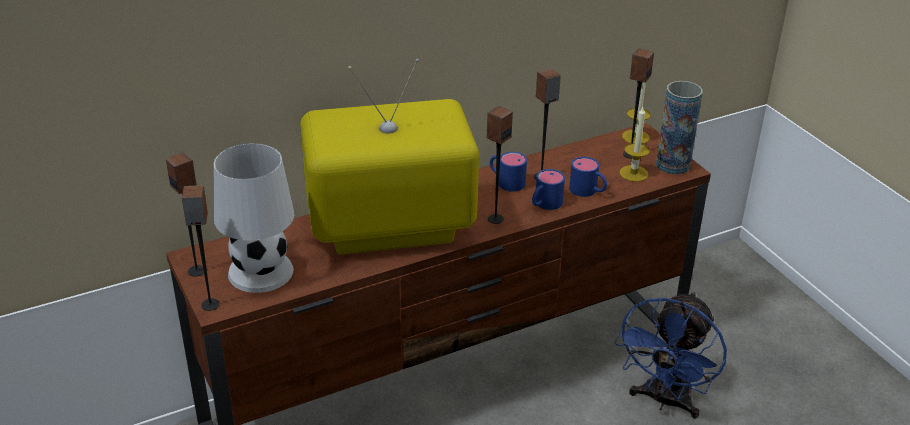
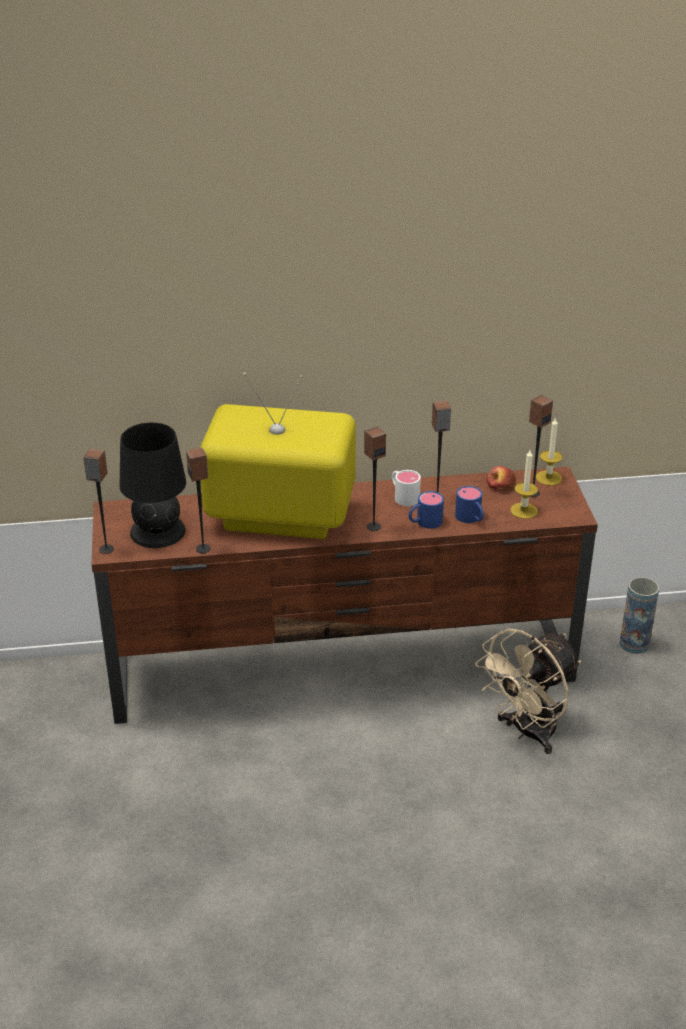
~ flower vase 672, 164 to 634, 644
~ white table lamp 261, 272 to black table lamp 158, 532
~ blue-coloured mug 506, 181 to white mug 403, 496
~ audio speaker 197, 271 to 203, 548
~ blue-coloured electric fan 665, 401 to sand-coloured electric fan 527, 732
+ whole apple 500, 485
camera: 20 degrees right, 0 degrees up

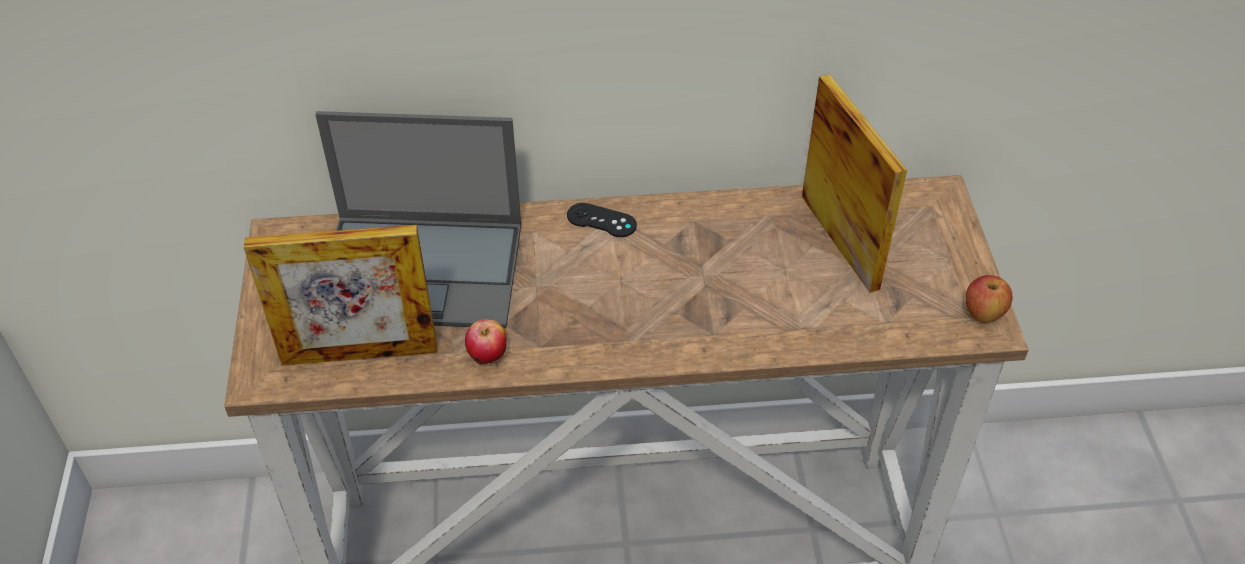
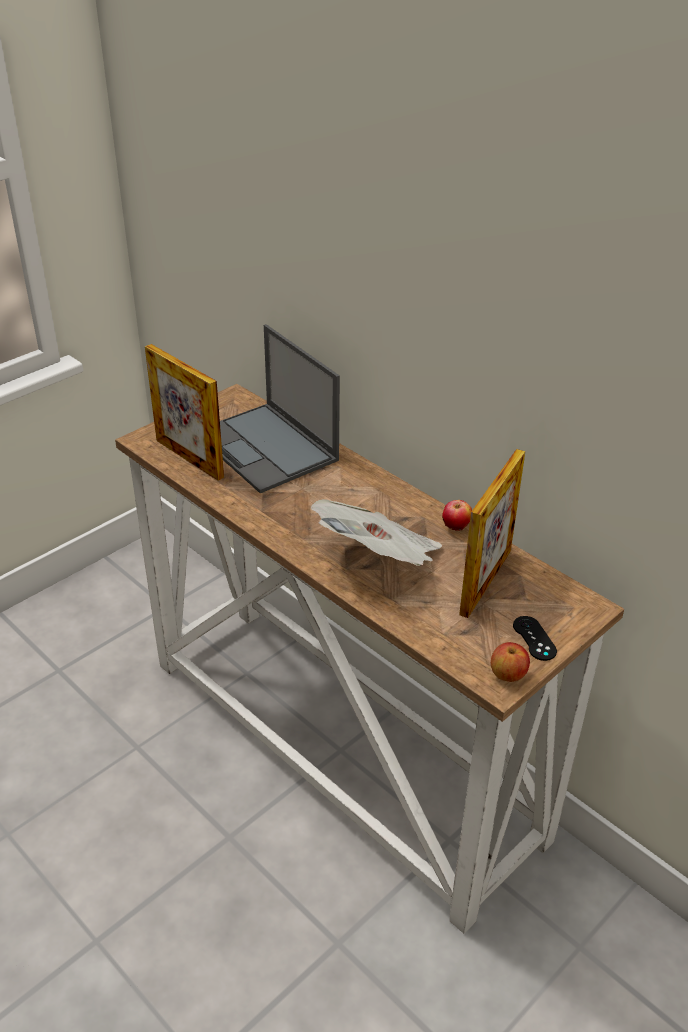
~ black joypad 601, 220 to 534, 638
~ whole apple 488, 357 to 456, 528
+ daily paper 379, 559
camera: 50 degrees right, 10 degrees down

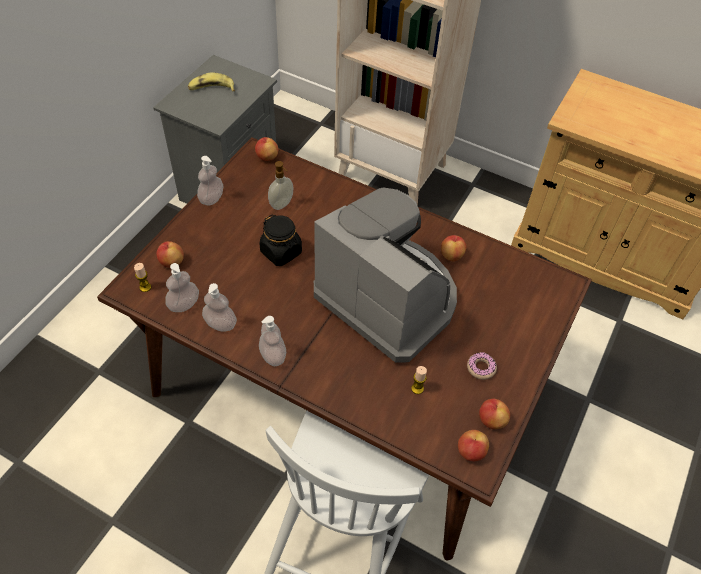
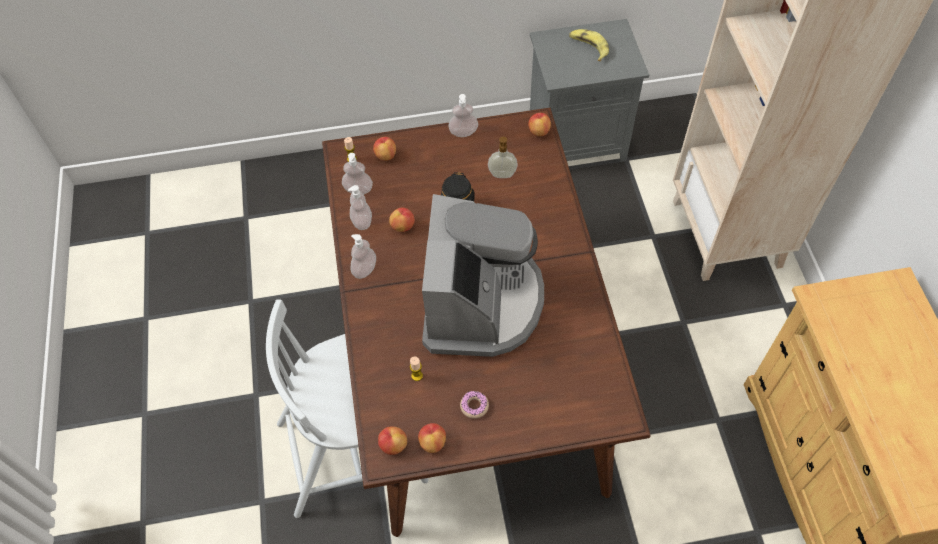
~ whole apple 451, 255 to 403, 226
camera: 55 degrees right, 5 degrees up

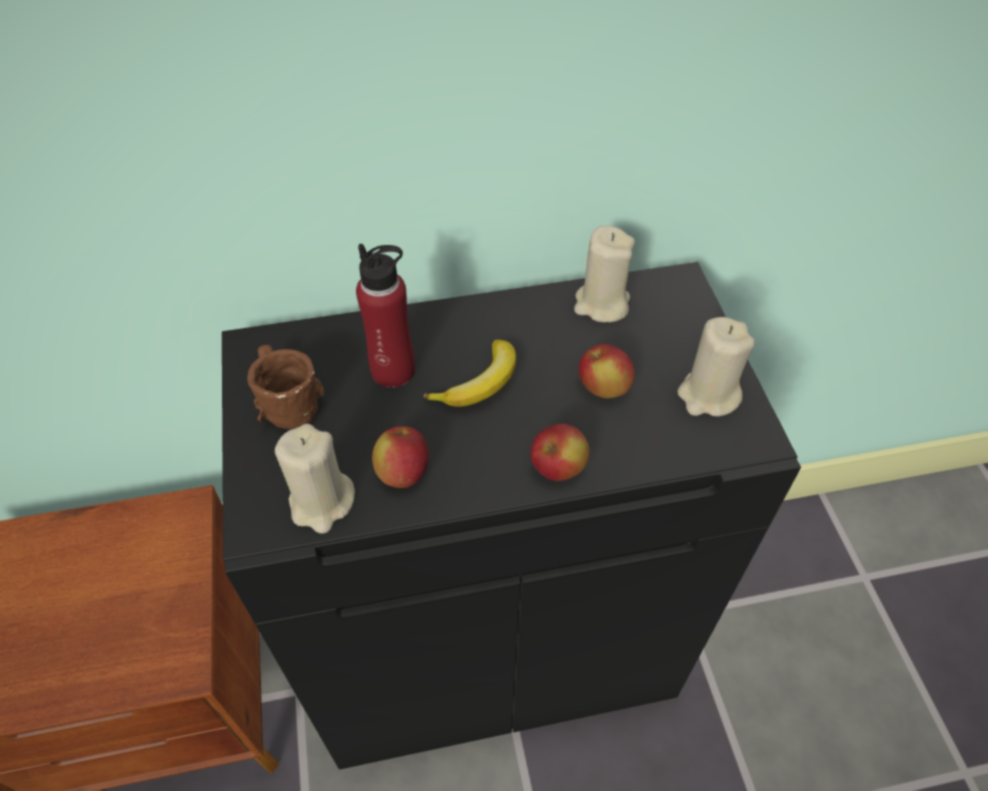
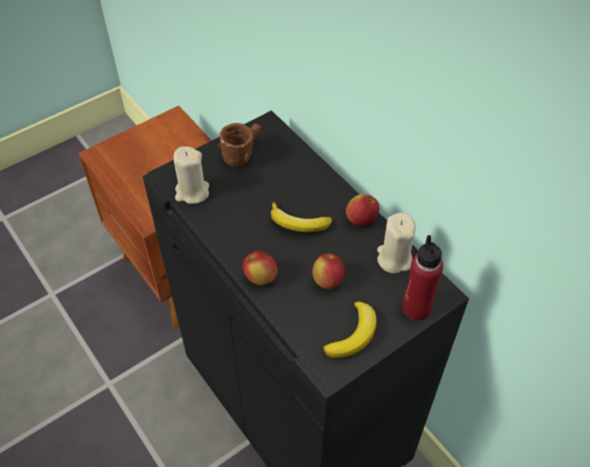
~ reddish drink bottle 393, 370 to 416, 308
~ sand-coloured wax candle 708, 395 to banana 353, 334
~ whole apple 403, 472 to 361, 219
camera: 65 degrees right, 0 degrees up

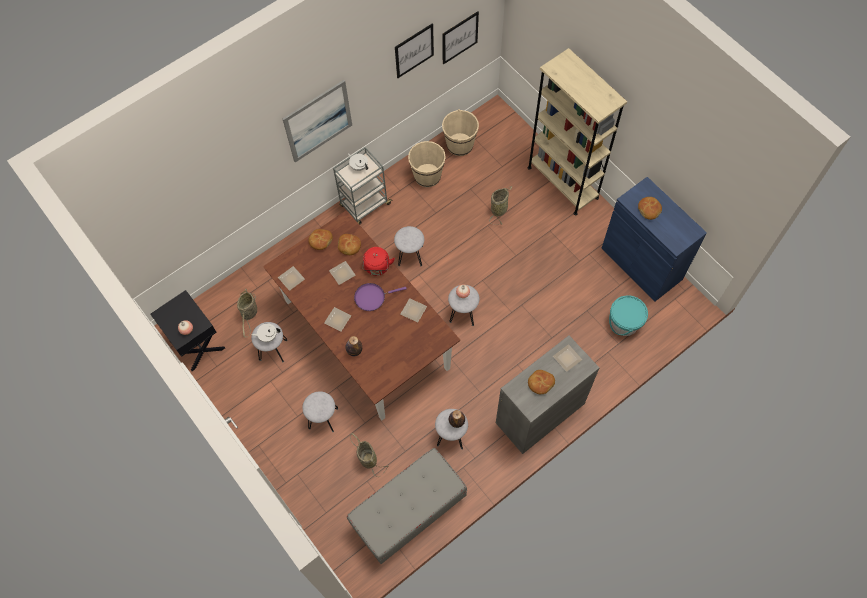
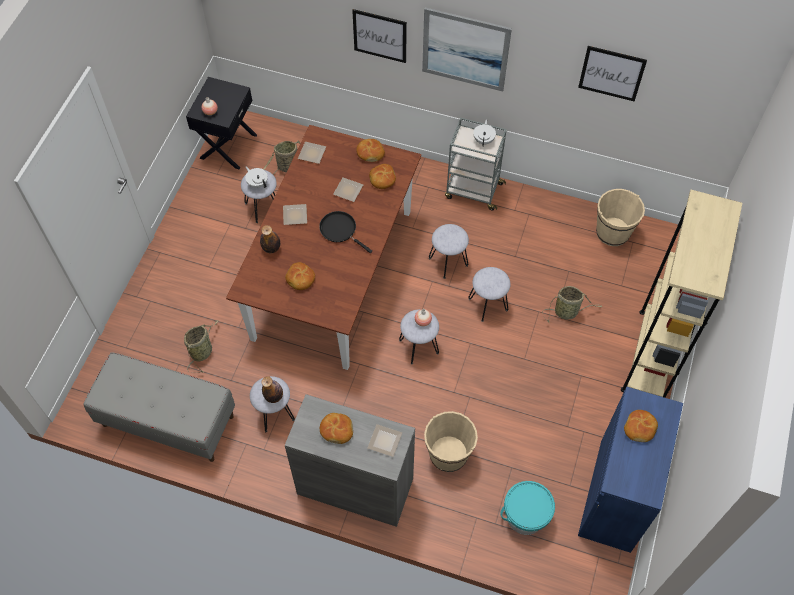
~ picture 459, 37 to 380, 35
~ sand-coloured pail 427, 176 to 448, 454
- reddish tea kettle 377, 267
~ purplish skillet 372, 297 to black skillet 340, 230
- plate 414, 311
~ greyish sitting stool 323, 418 to 487, 304
+ baked bread 300, 279
camera: 55 degrees right, 5 degrees down

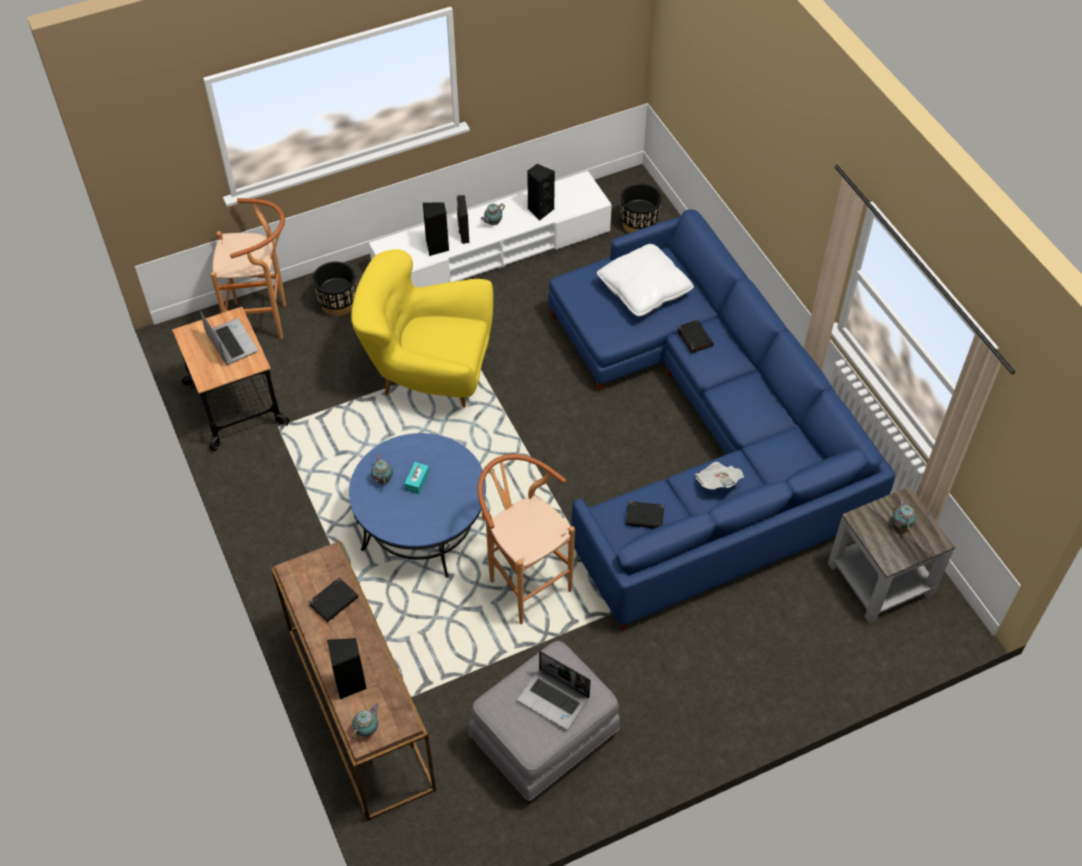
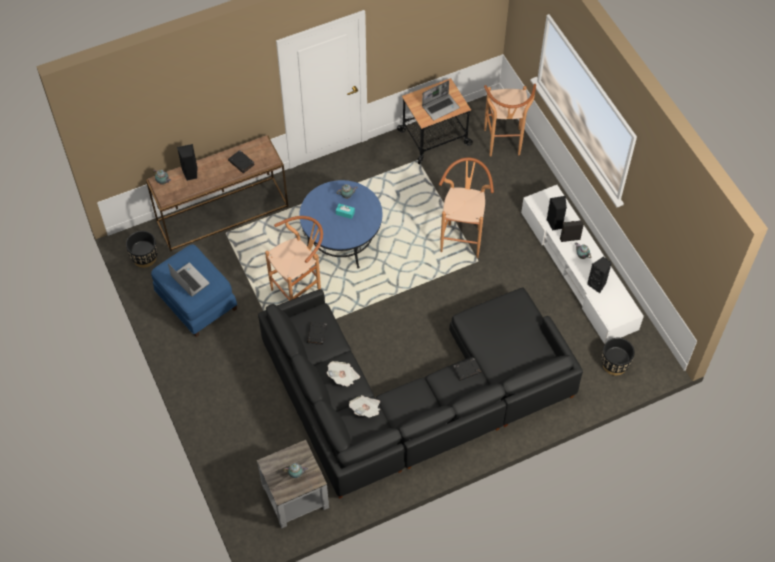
~ blue-coloured couch 701, 433 to black couch 415, 396
- white throw pillow 644, 290
~ yellowish easy chair 429, 375 to brown sitting stool 462, 237
~ black planter 338, 304 to 145, 258
~ greyish ottoman 545, 739 to blue-coloured ottoman 196, 302
~ notebook computer 554, 699 = 189, 280 105 degrees clockwise
+ daily paper 366, 410
camera: 90 degrees right, 5 degrees up

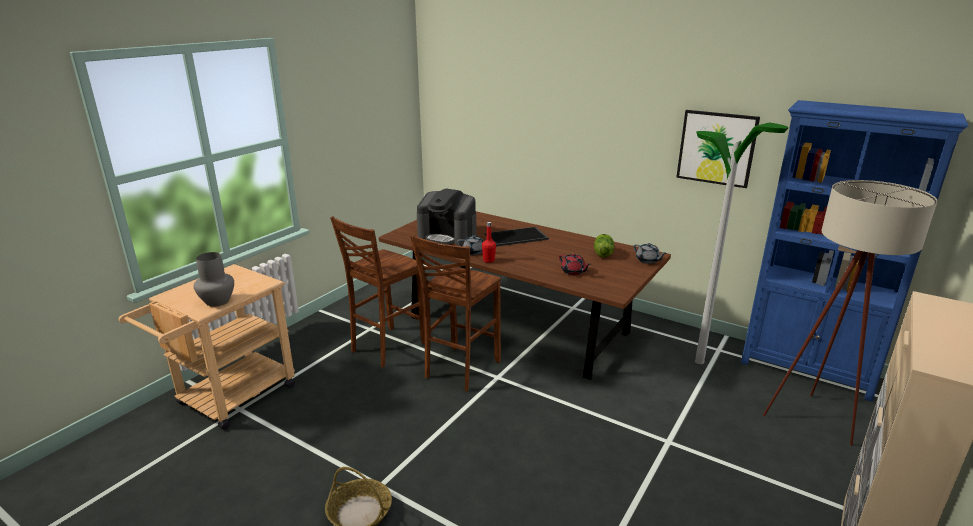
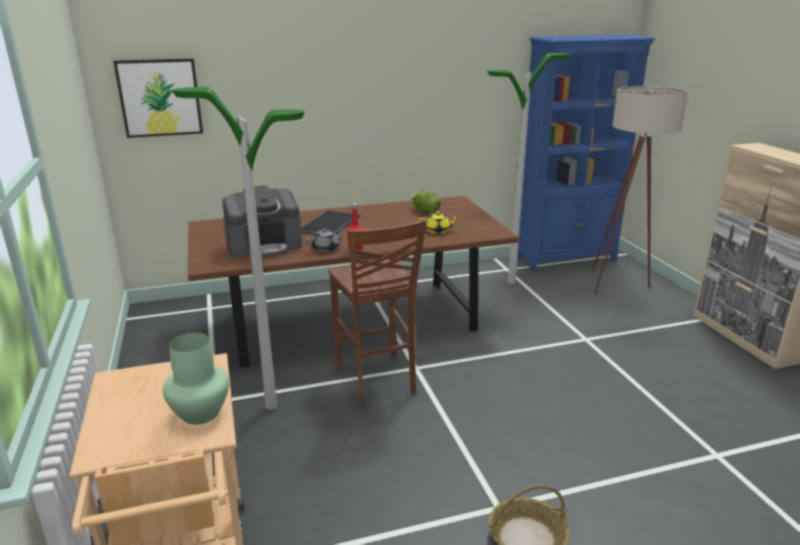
~ picture 716, 148 to 160, 97
~ brown sitting stool 386, 348 to standard lamp 271, 406
- greyish pot for tea 647, 261
~ greyish flower vase 217, 301 to greenish flower vase 201, 413
~ reddish pot for tea 573, 272 to yellowish pot for tea 438, 231
camera: 50 degrees left, 0 degrees up

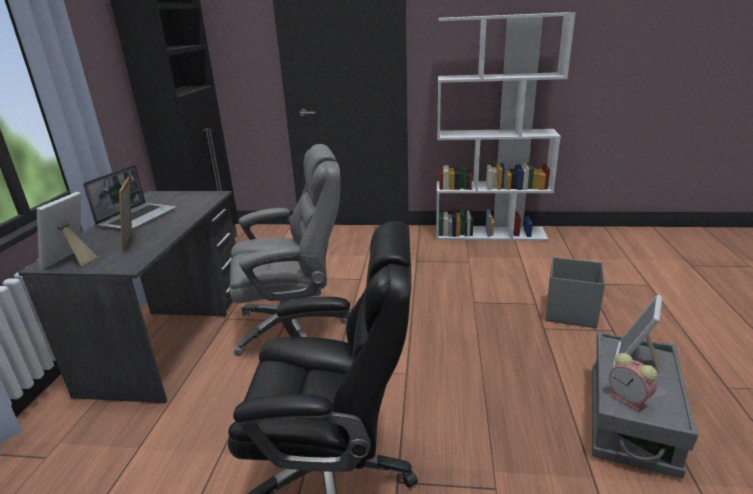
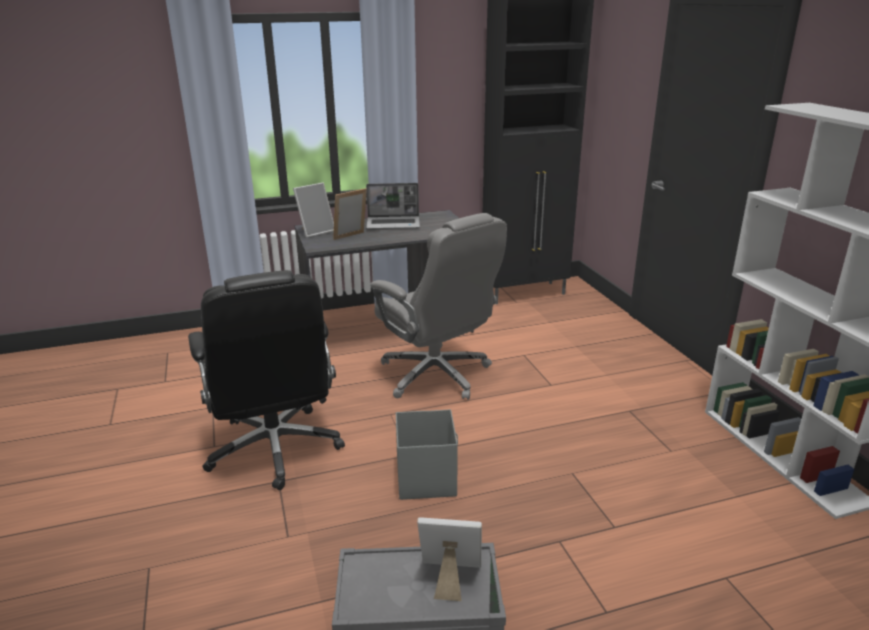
~ standing frame 72, 260 = 315, 231 150 degrees clockwise
~ greyish storage box 569, 312 to 426, 478
- alarm clock 629, 400
camera: 65 degrees right, 0 degrees up

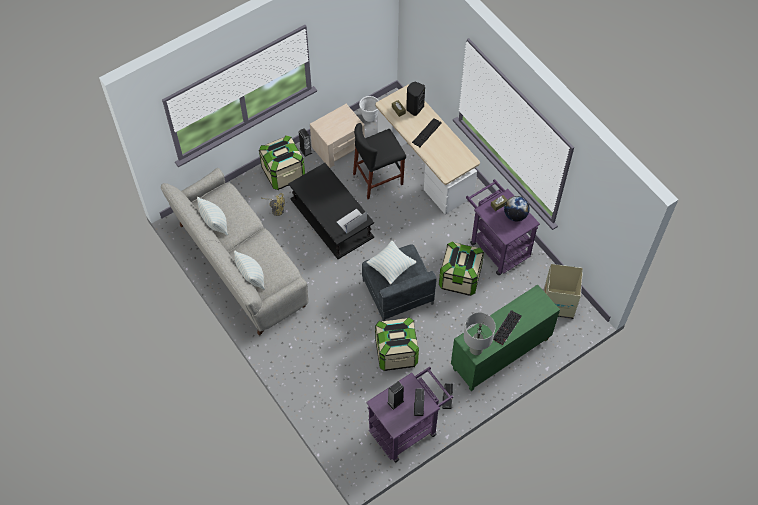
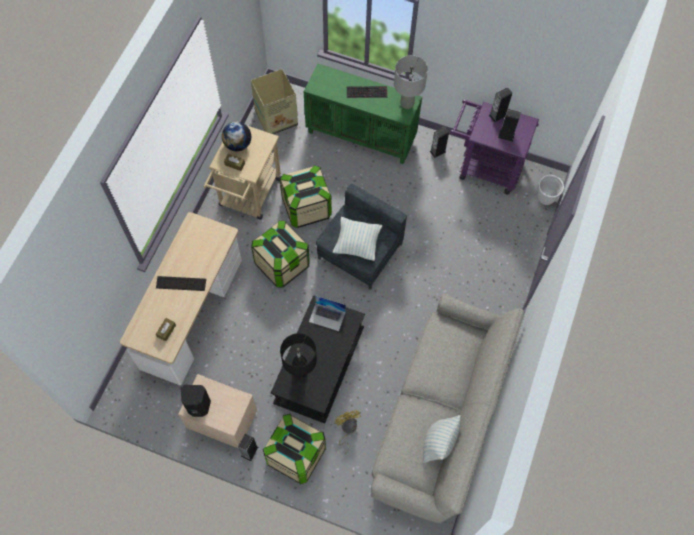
~ black audio speaker 414, 108 to 198, 407
~ white planter 369, 117 to 545, 199
- black sitting stool 378, 179
~ purplish cart 496, 245 to sand-coloured cart 248, 197
- throw pillow 251, 278
~ storage box 396, 353 to 282, 264
+ black table lamp 300, 371
camera: 125 degrees left, 5 degrees up

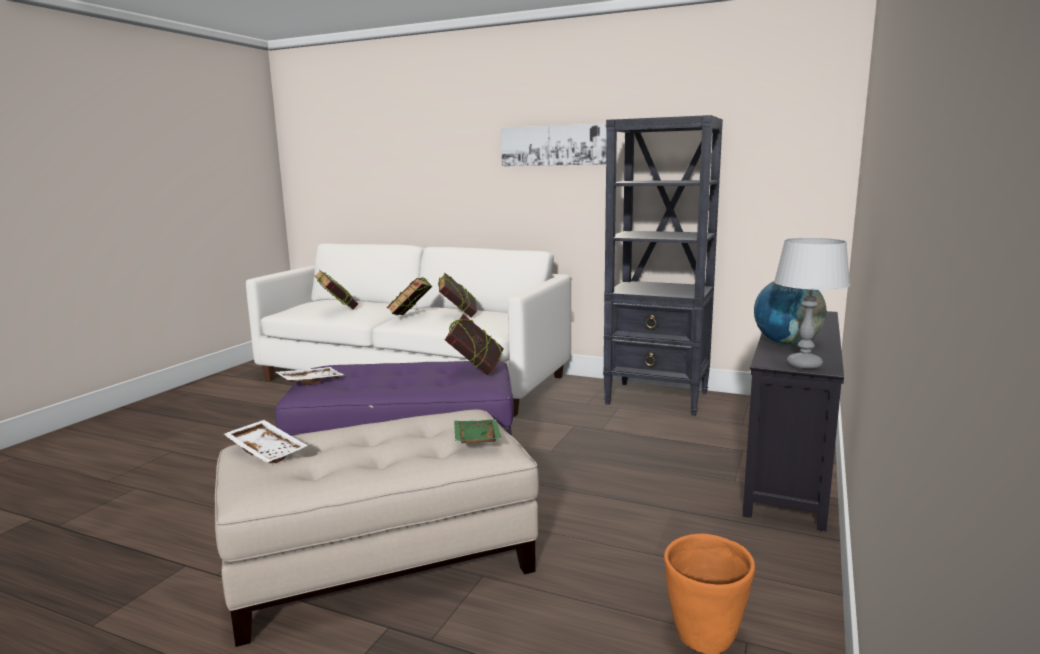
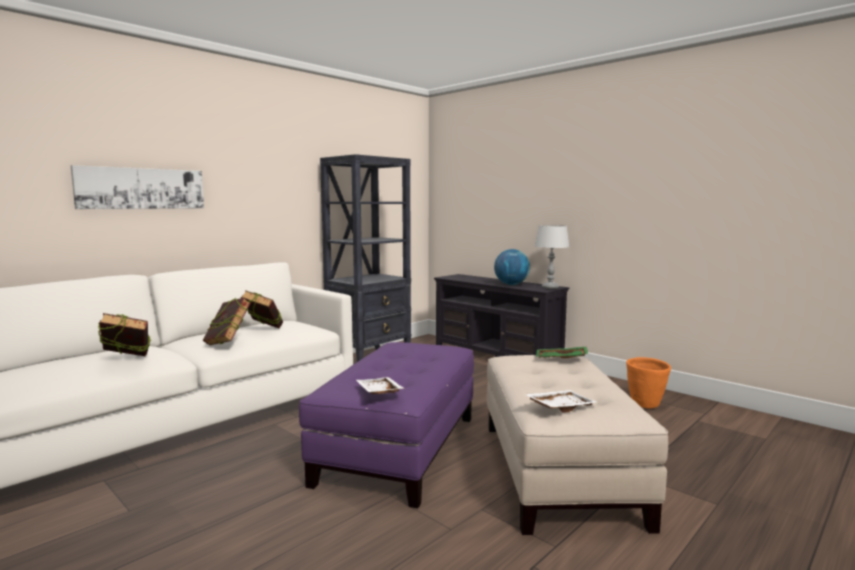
~ picture 555, 145 to 141, 188
- book 475, 370
camera: 70 degrees left, 5 degrees down

